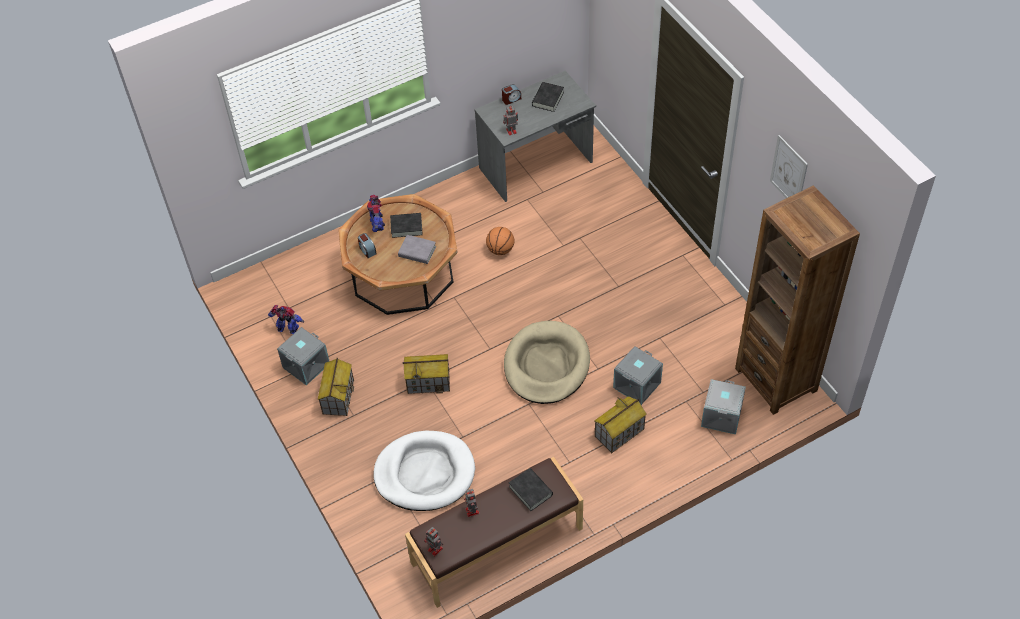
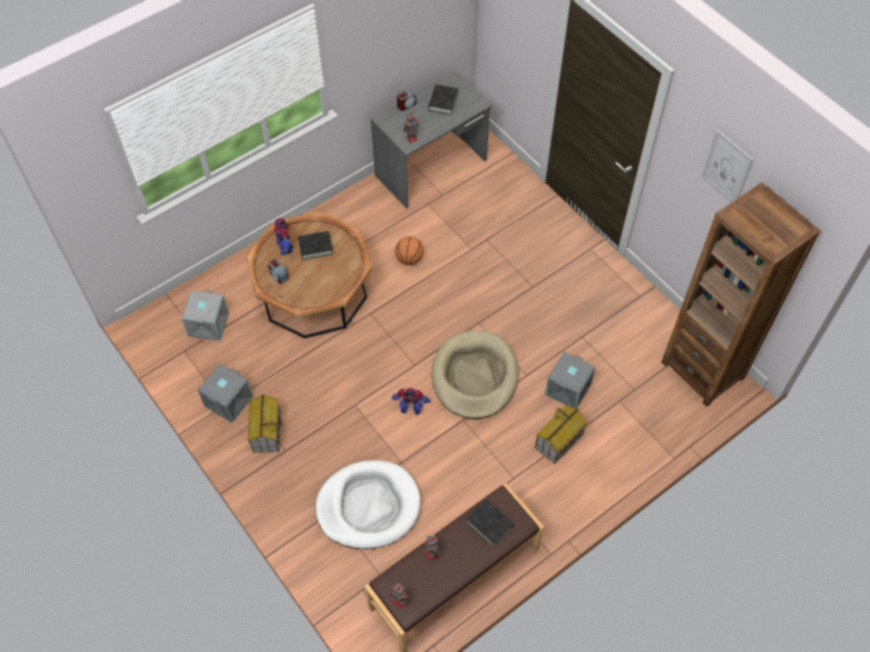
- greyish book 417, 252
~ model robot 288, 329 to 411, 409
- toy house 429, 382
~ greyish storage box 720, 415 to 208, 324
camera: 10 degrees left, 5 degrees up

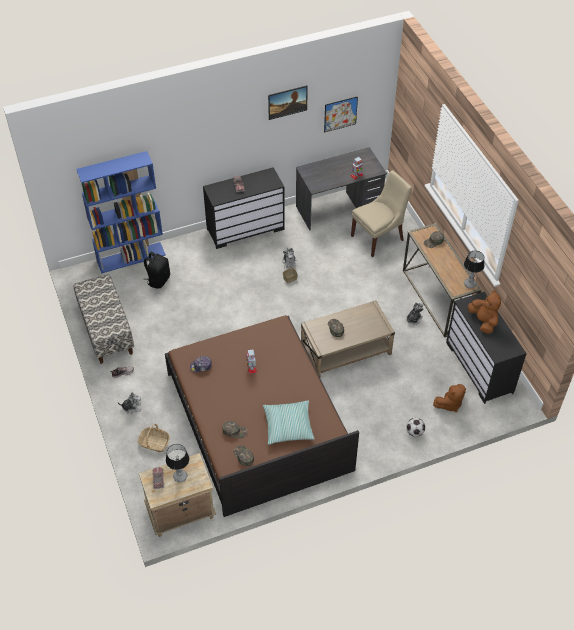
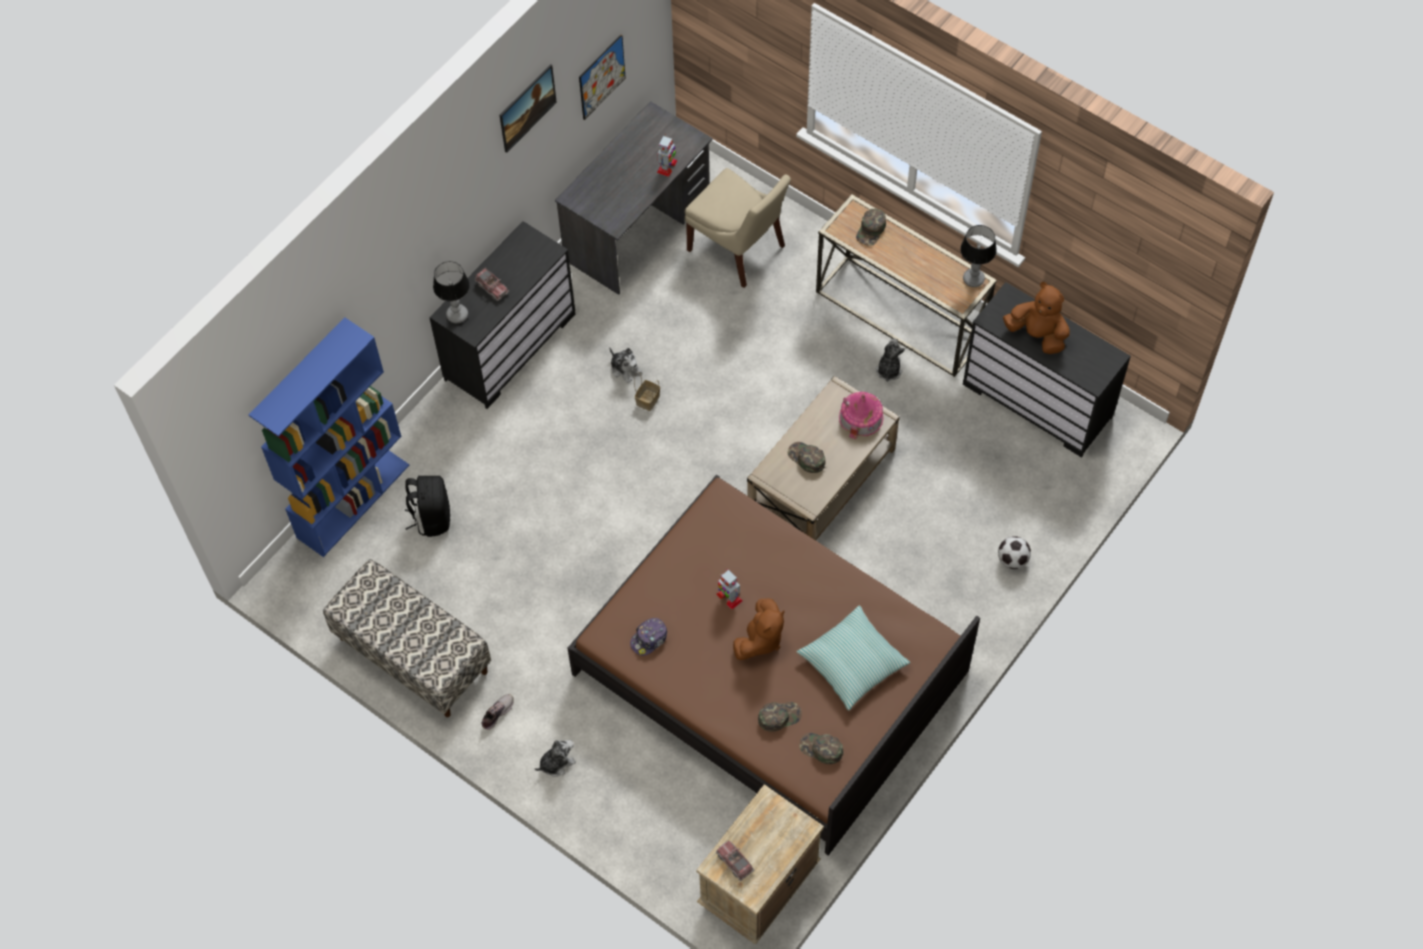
~ sand-coloured plain chair 378, 237 = 738, 250 105 degrees clockwise
~ brown plush toy 449, 404 to 760, 639
- household basket 154, 443
~ table lamp 180, 476 to 457, 315
+ toy house 861, 417
camera: 30 degrees left, 10 degrees up

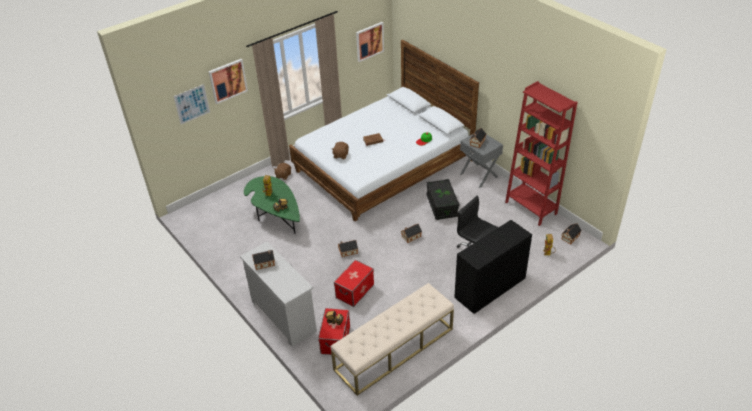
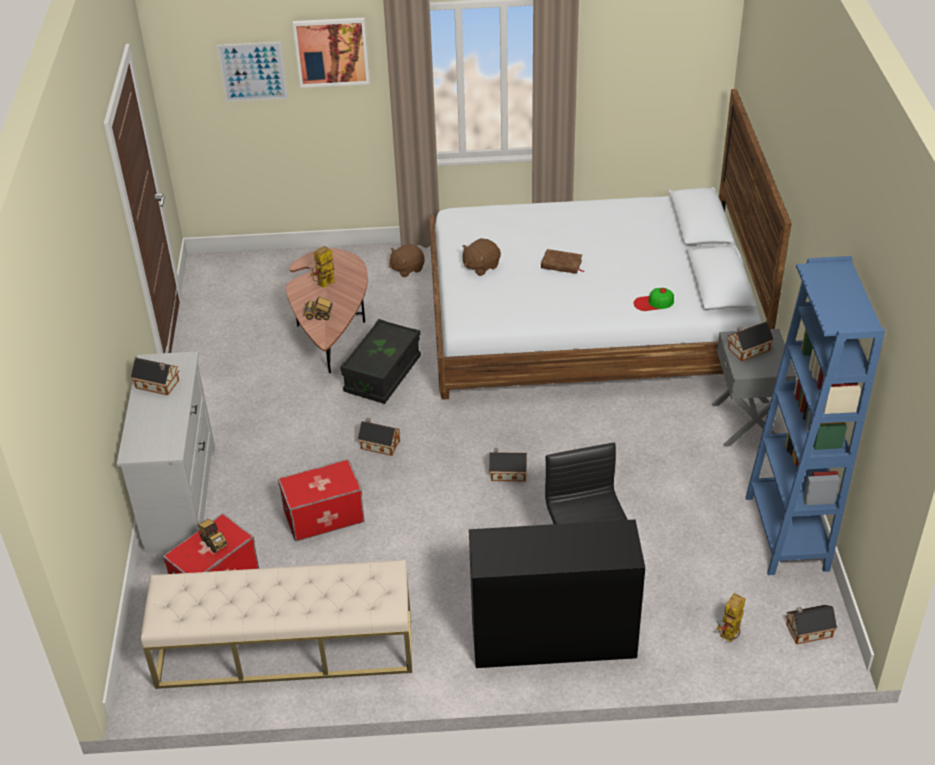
- picture 369, 41
~ reddish bookshelf 531, 208 to blue-coloured bookshelf 786, 533
~ greenish low table 276, 215 to brown low table 331, 329
~ black storage box 442, 206 to 383, 375
camera: 35 degrees right, 0 degrees up

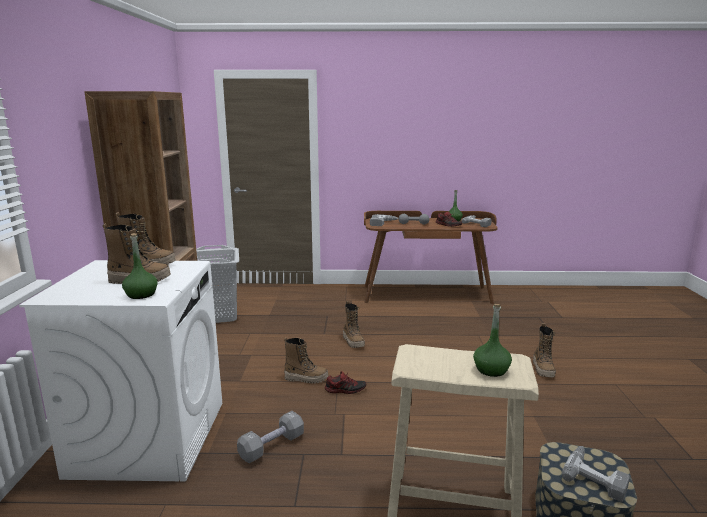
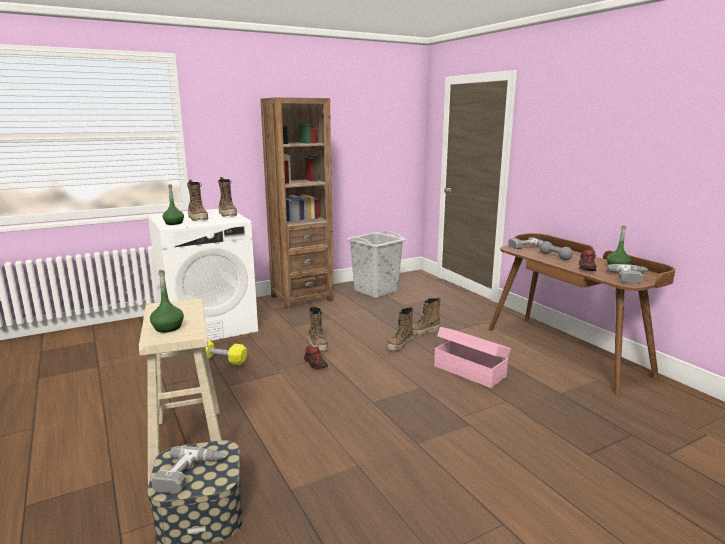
~ high-top boot 543, 369 to 423, 332
~ greyish hand weight 272, 446 to yellowish hand weight 221, 360
+ pinkish storage box 469, 371
camera: 60 degrees right, 0 degrees up

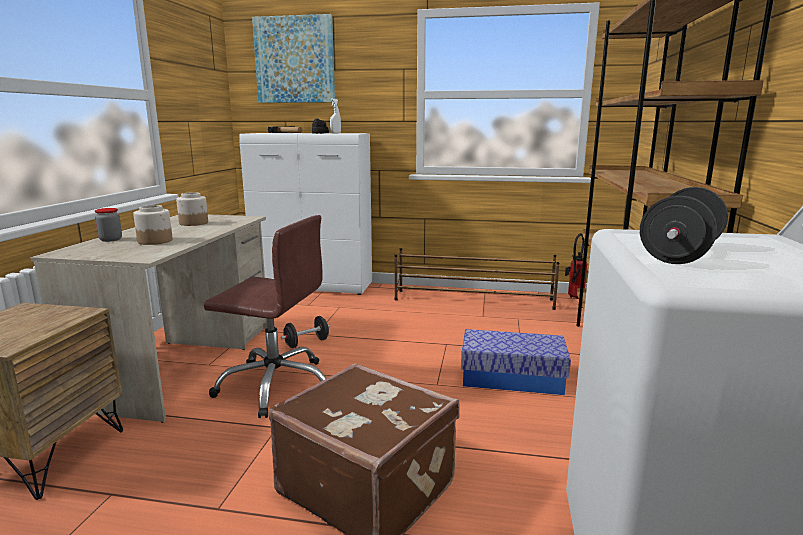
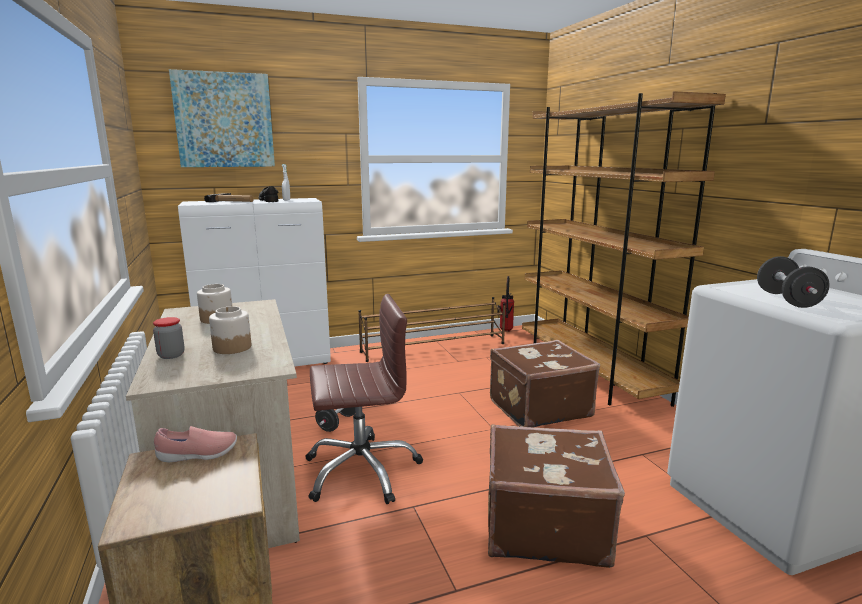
~ storage box 512, 378 to brown suitcase 538, 407
+ pinkish item of footwear 198, 455
camera: 30 degrees left, 0 degrees up

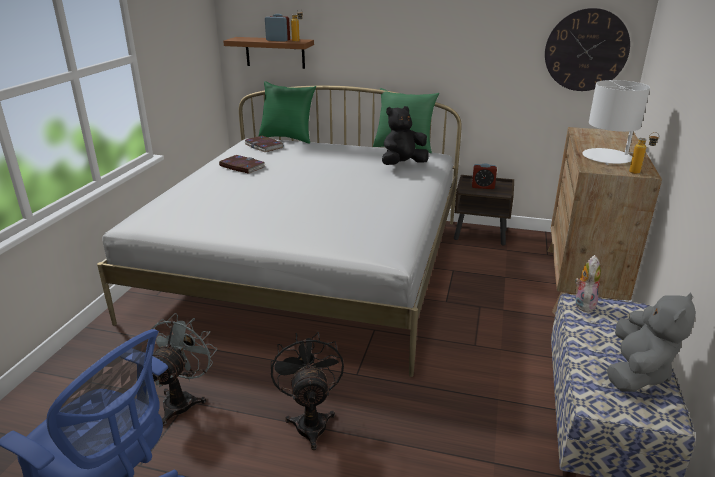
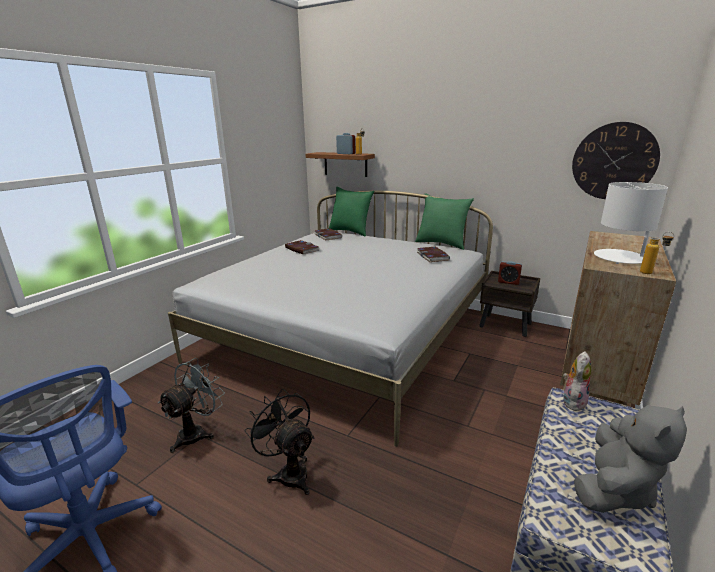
~ black plush toy 403, 164 to book 432, 256
~ black electric fan 310, 421 = 289, 472 45 degrees counterclockwise
camera: 15 degrees right, 5 degrees down

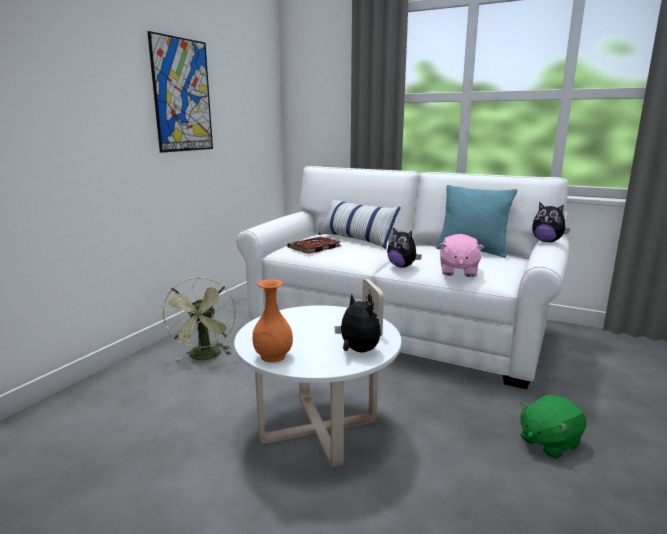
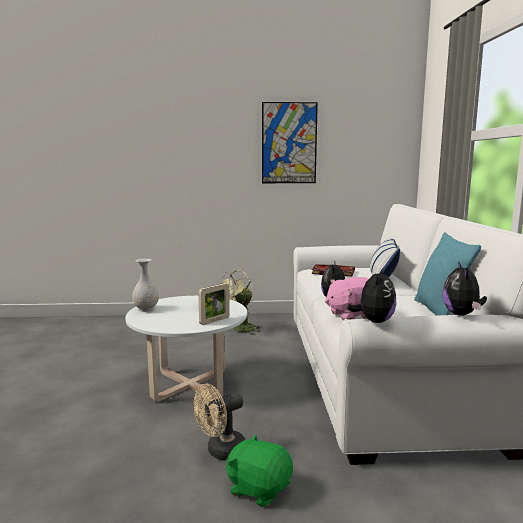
~ orange-coloured flower vase 273, 356 to white flower vase 146, 309
~ plush toy 357, 351 to 374, 321
+ sand-coloured electric fan 221, 451
camera: 60 degrees right, 5 degrees down

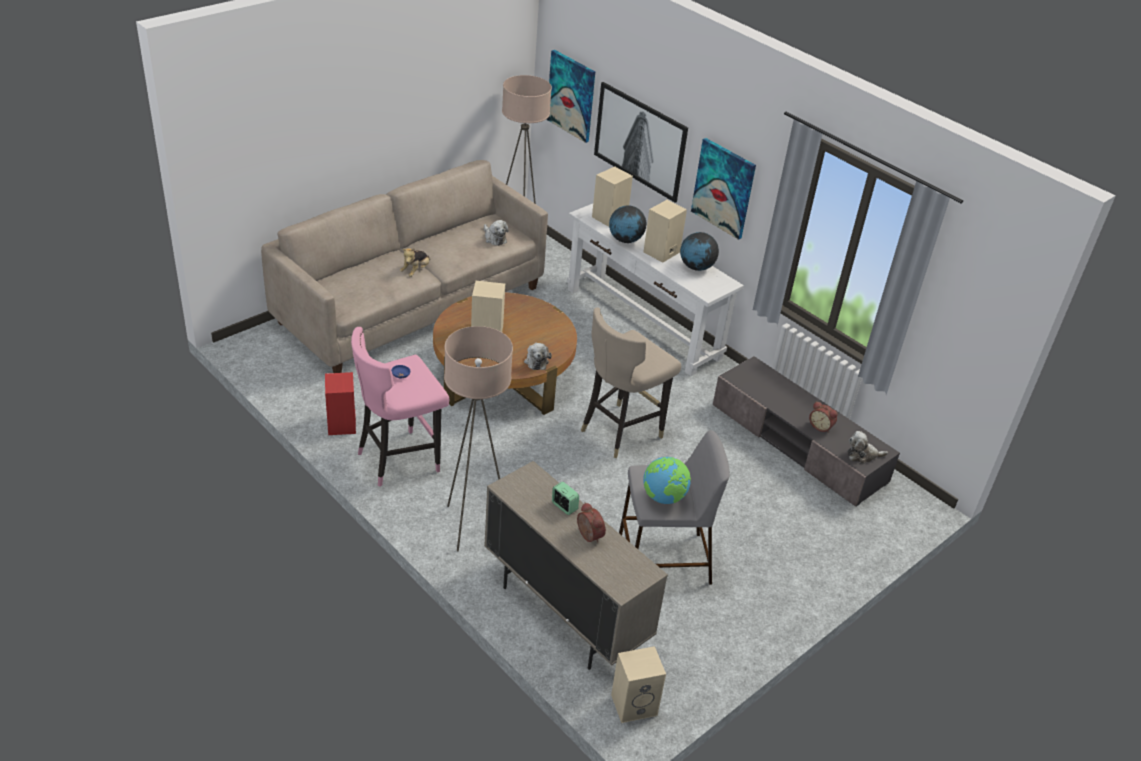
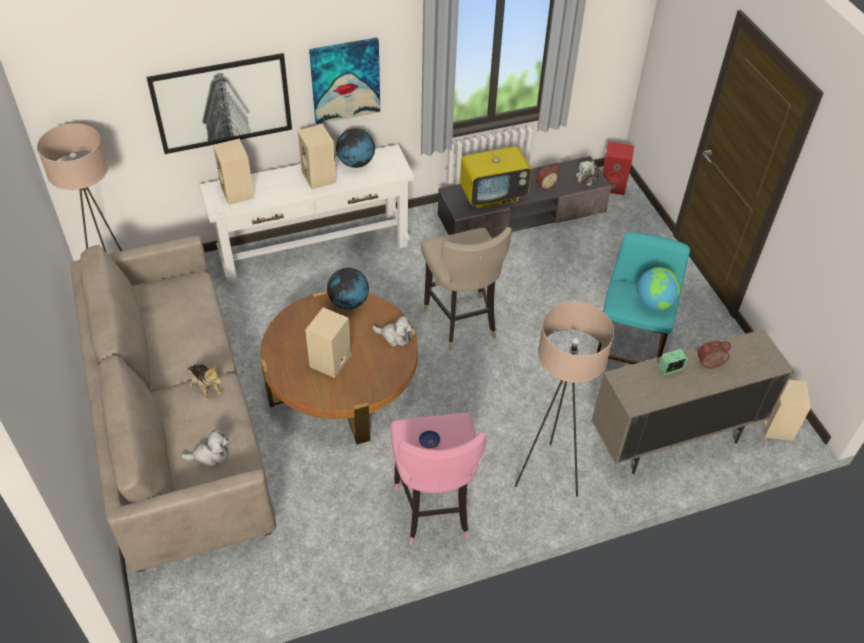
- picture 571, 95
~ globe 625, 240 to 348, 303
~ plush toy 494, 238 to 210, 455
~ reddish audio speaker 342, 425 to 613, 185
~ greyish sitting stool 662, 560 to turquoise sitting stool 628, 351
+ television 493, 195
camera: 65 degrees left, 10 degrees up

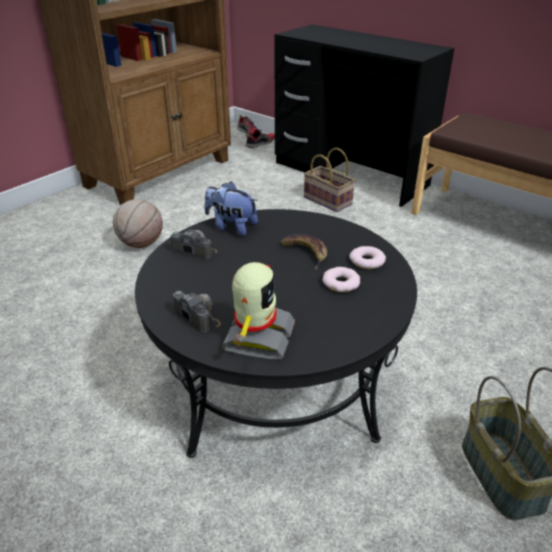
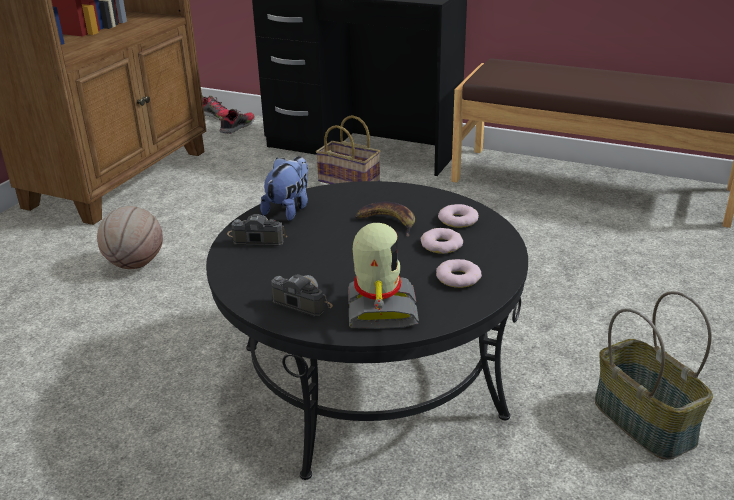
~ plush toy 231, 227 = 289, 209 105 degrees clockwise
+ ring doughnut 458, 278
camera: 15 degrees left, 5 degrees down

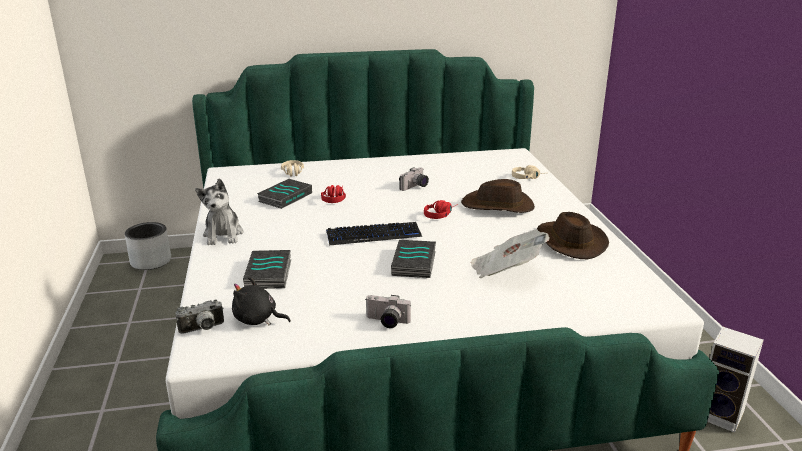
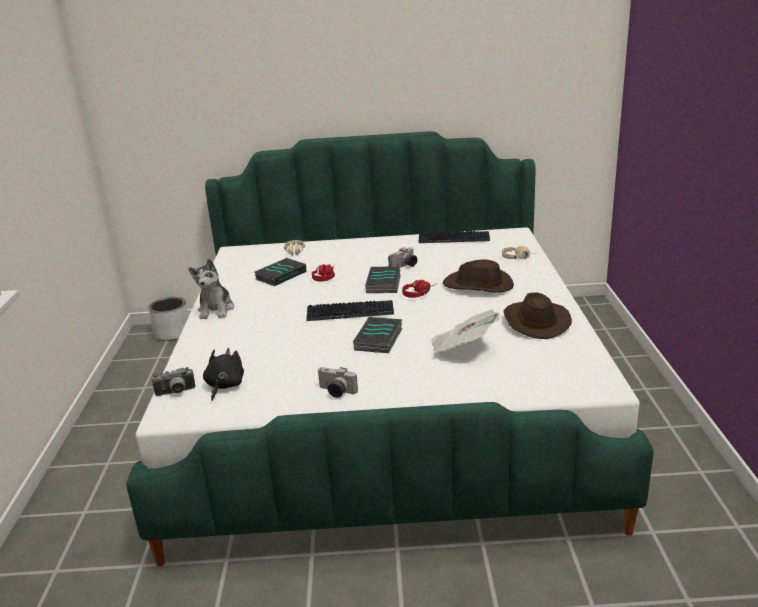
~ book 269, 274 to 384, 284
~ black plush toy 257, 319 = 224, 386 75 degrees clockwise
- audio speaker 721, 415
+ PC keyboard 454, 238
camera: 10 degrees right, 0 degrees up

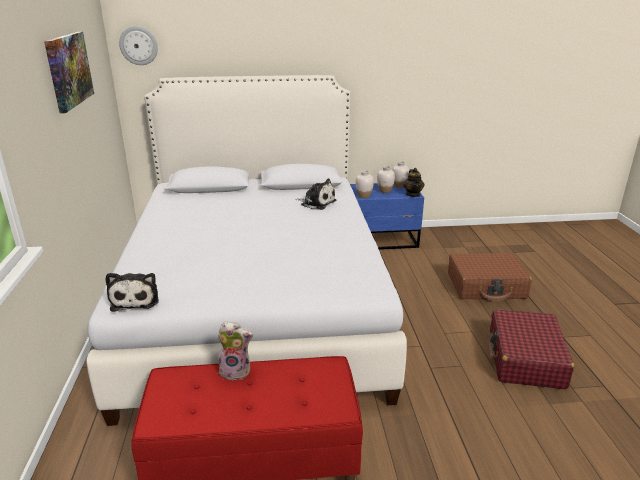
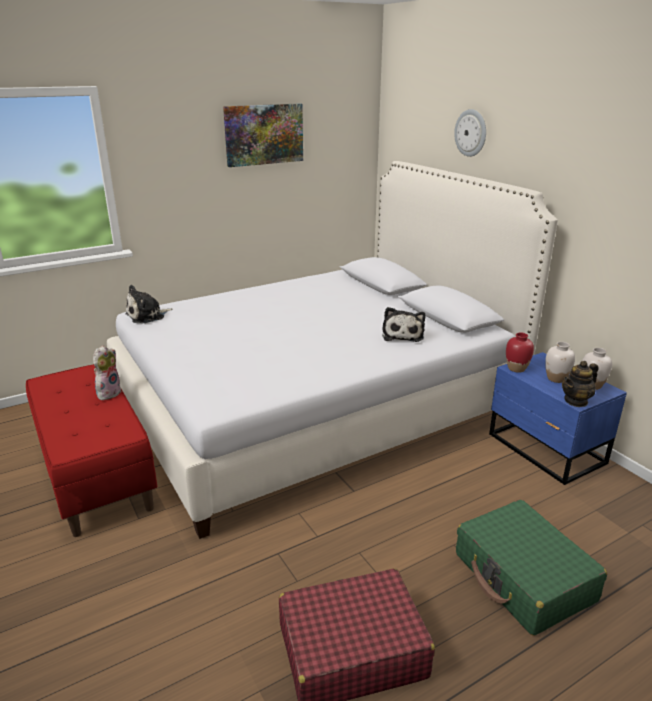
~ clock on the wall 138, 45 to 471, 133
~ white flower vase 363, 196 to reddish flower vase 516, 368
~ brown suitcase 486, 286 to greenish suitcase 523, 578
~ plush toy 236, 371 = 108, 393 135 degrees counterclockwise
camera: 65 degrees right, 0 degrees up

